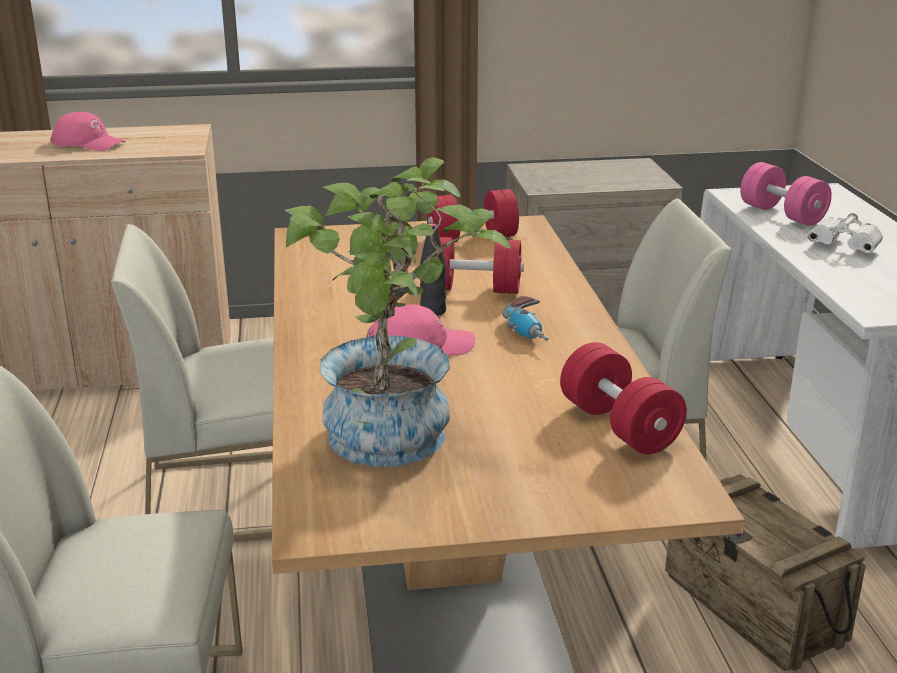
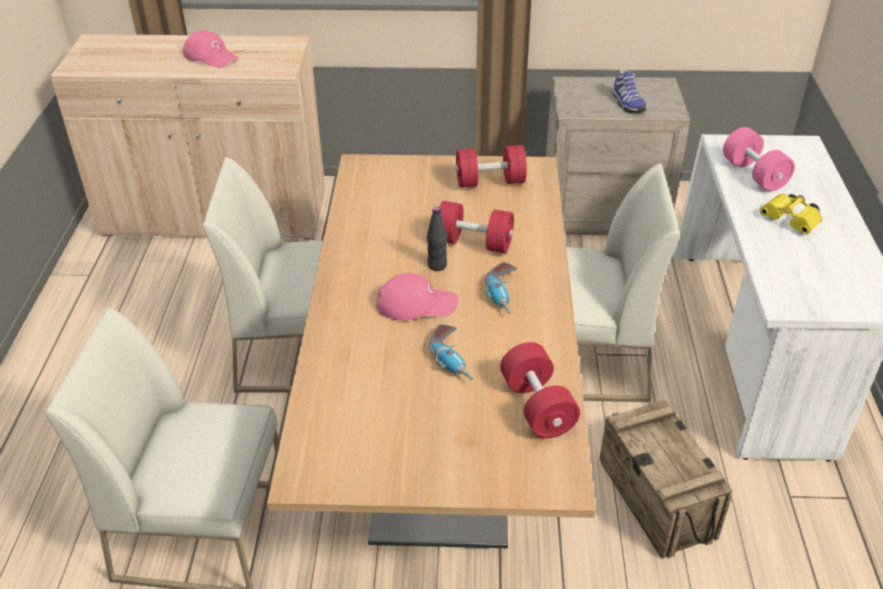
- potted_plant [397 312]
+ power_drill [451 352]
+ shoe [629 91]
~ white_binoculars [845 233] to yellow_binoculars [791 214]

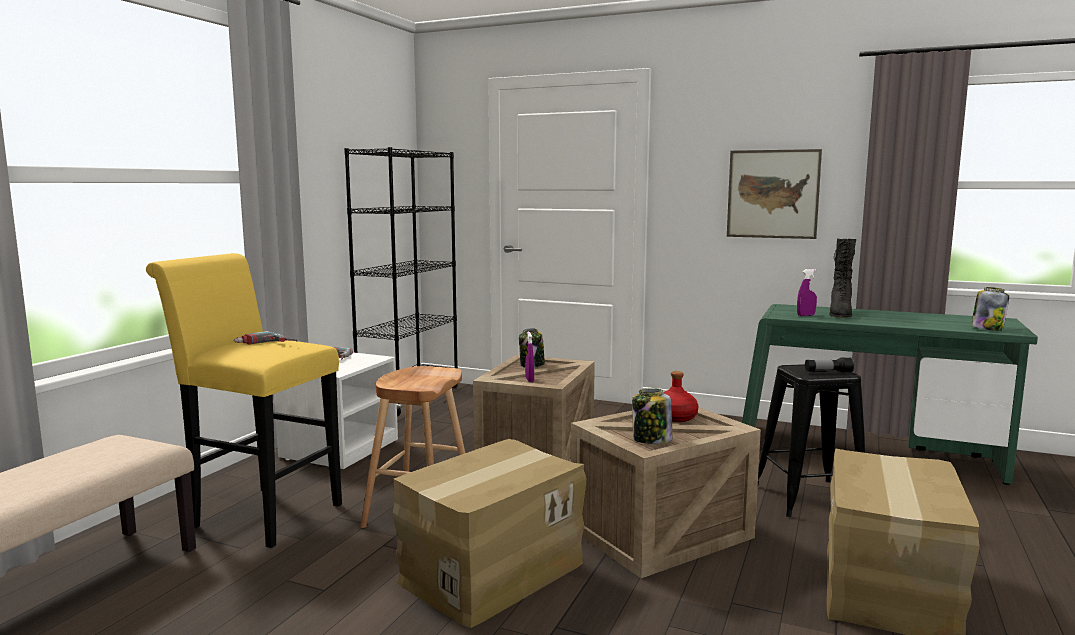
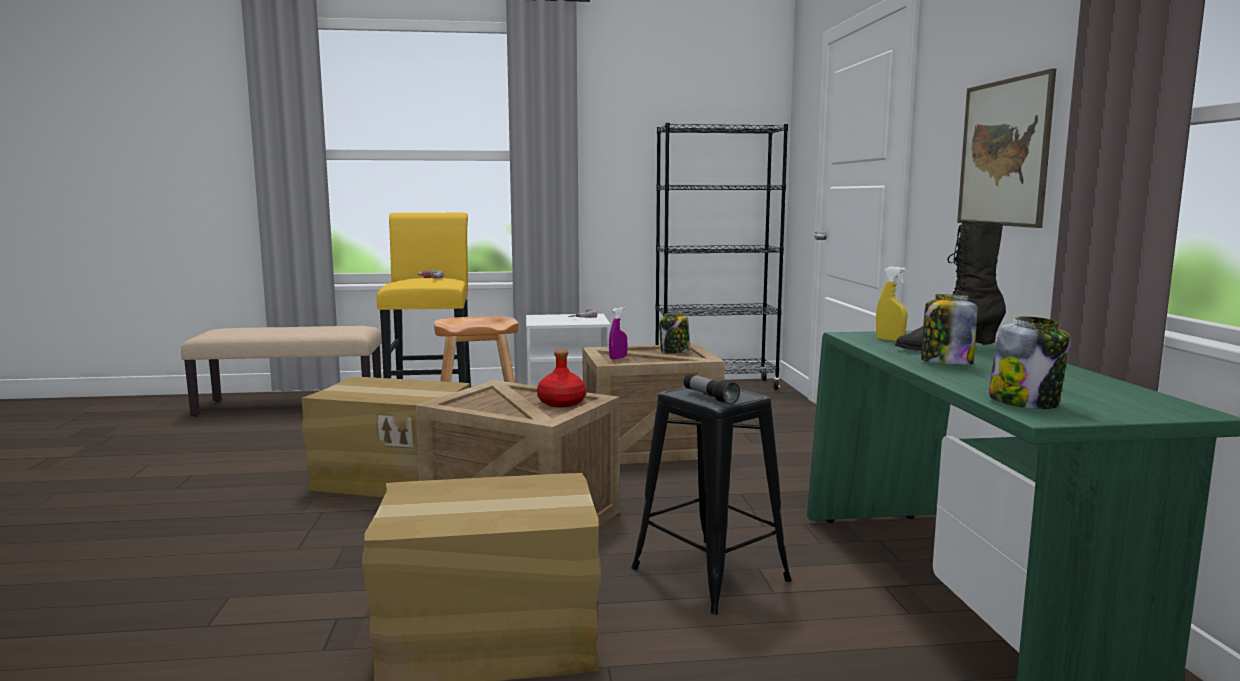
~ jar [652 416] to [949 329]
~ purple_spray_bottle [807 292] to yellow_spray_bottle [891 304]

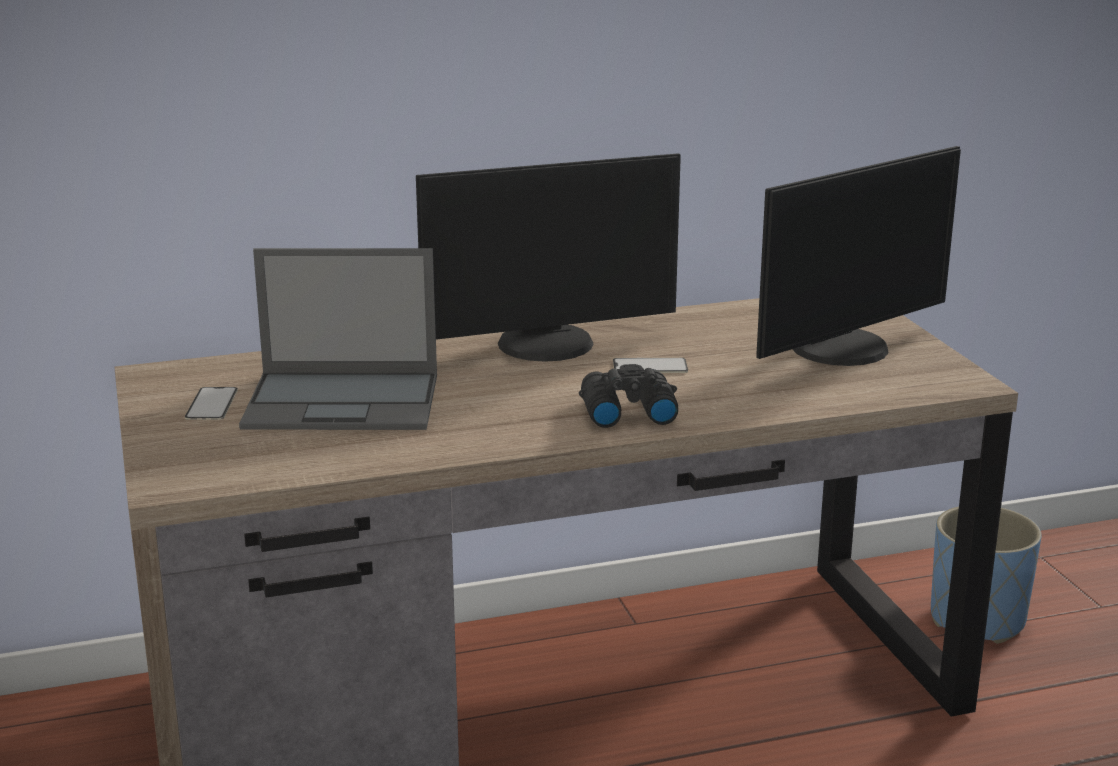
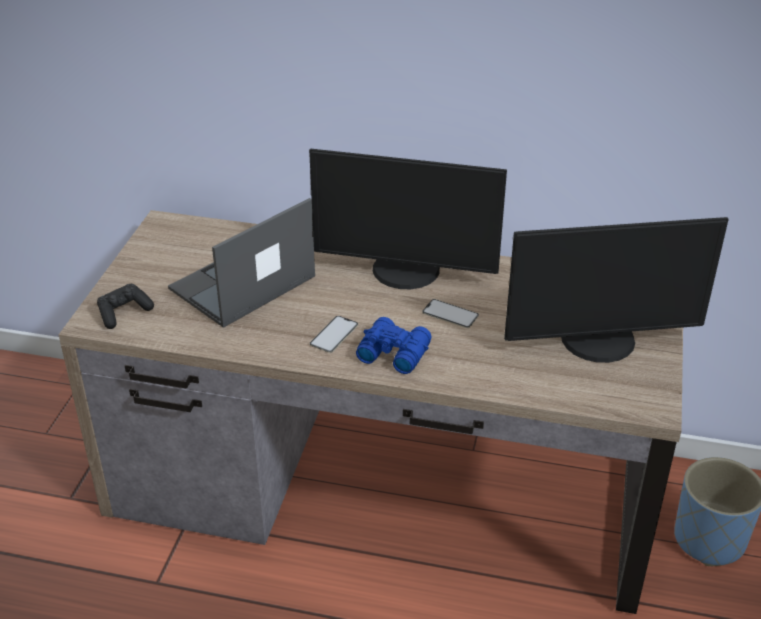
+ black_game_controller [125 306]
~ phone [211 403] to [334 334]
~ black_binoculars [628 396] to blue_binoculars [394 345]
~ laptop [338 339] = [241 263] 105 degrees clockwise

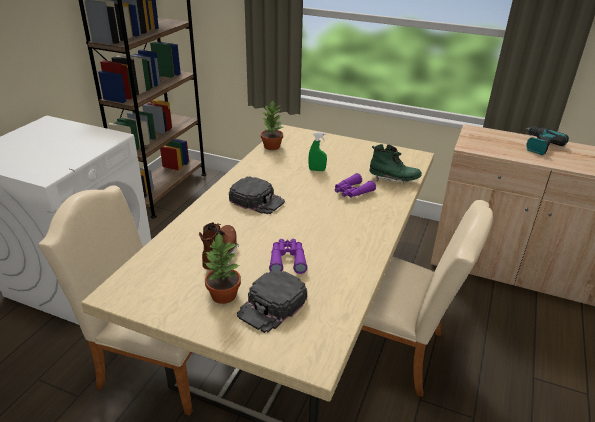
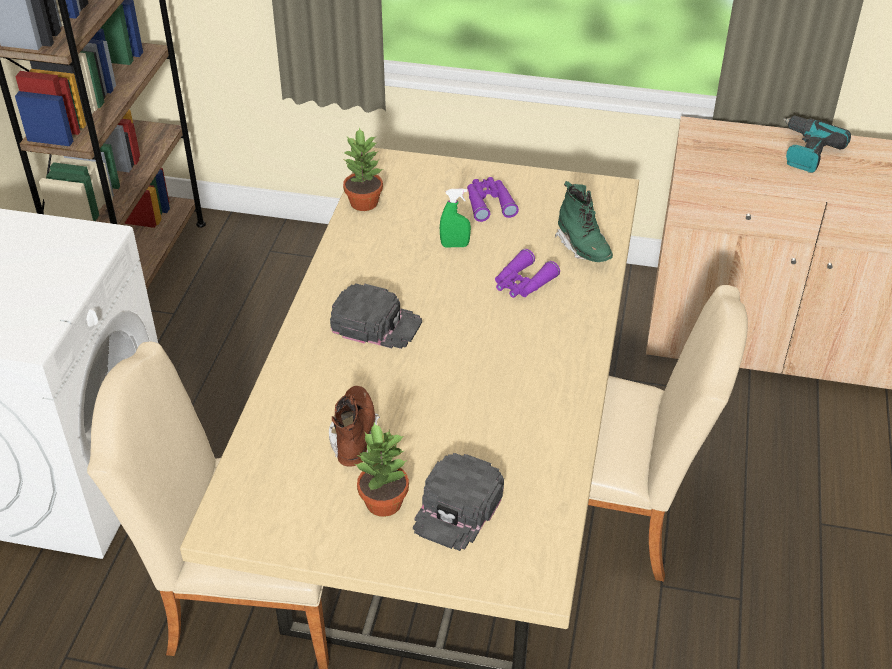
~ purple_binoculars [288 256] to [493 199]
~ green_boot [395 163] = [583 221] 60 degrees clockwise

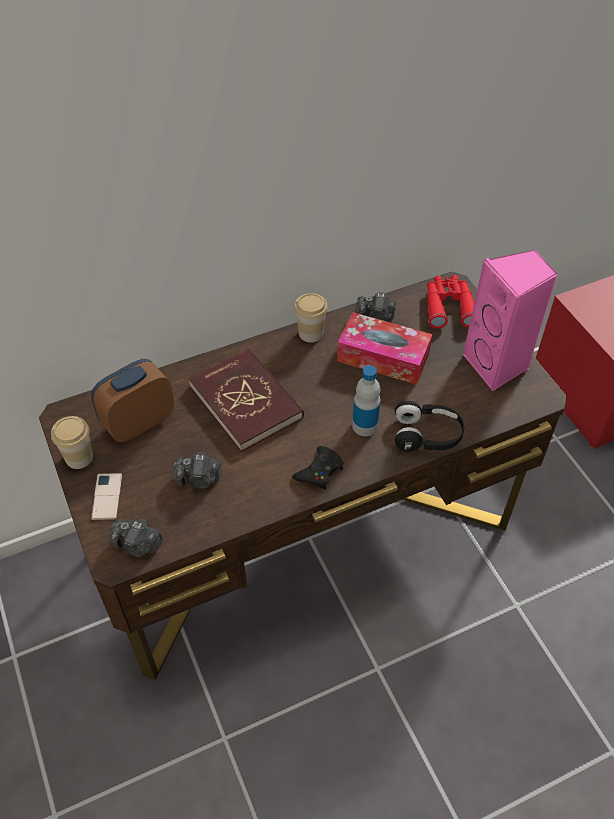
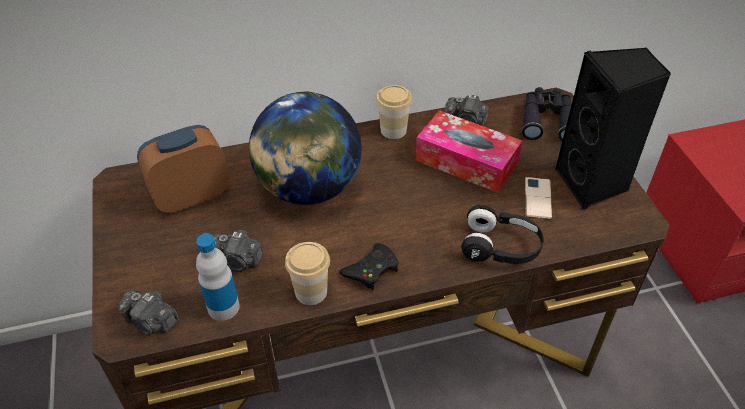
~ cup [72 442] to [307 273]
~ phone [106 496] to [538 198]
~ bottle [366 400] to [218 277]
~ red_book [246 400] to globe [305 148]
~ red_binoculars [450 302] to black_binoculars [547 114]
~ pink_speaker [510 320] to black_speaker [613 128]

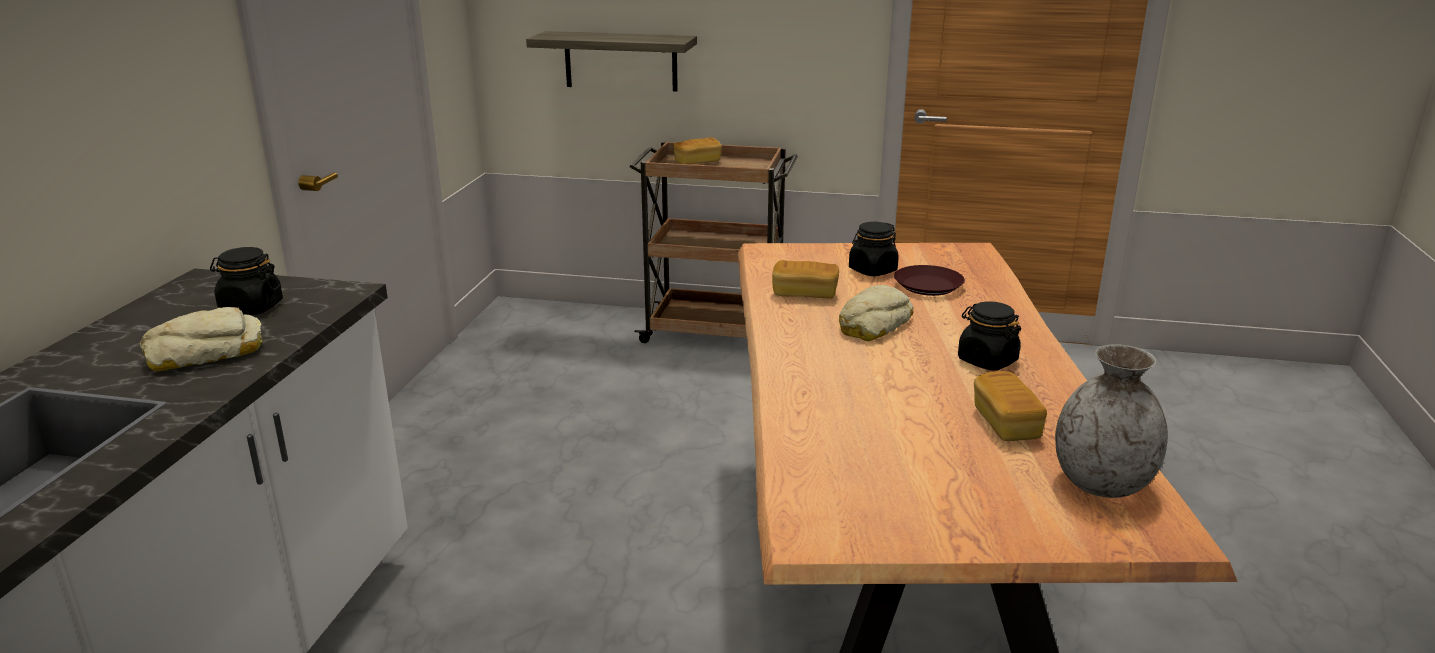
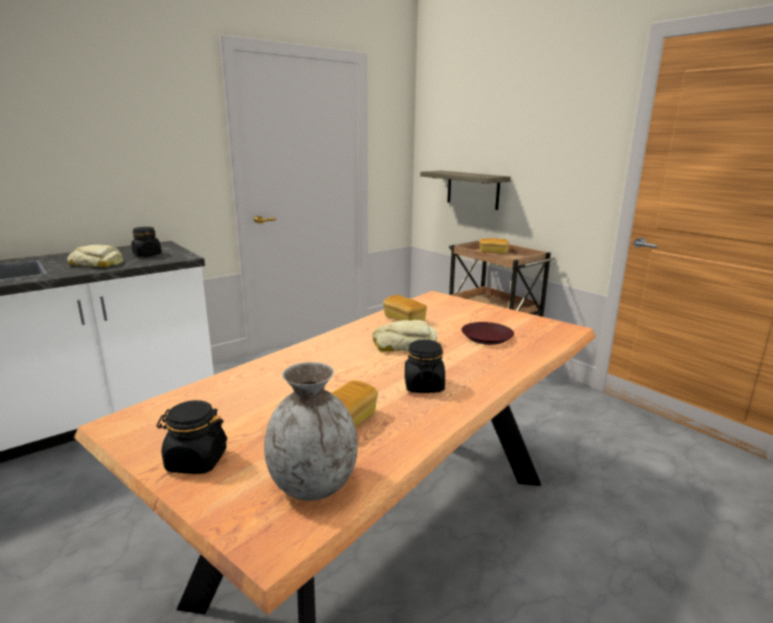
~ black_jar [874 249] to [192 437]

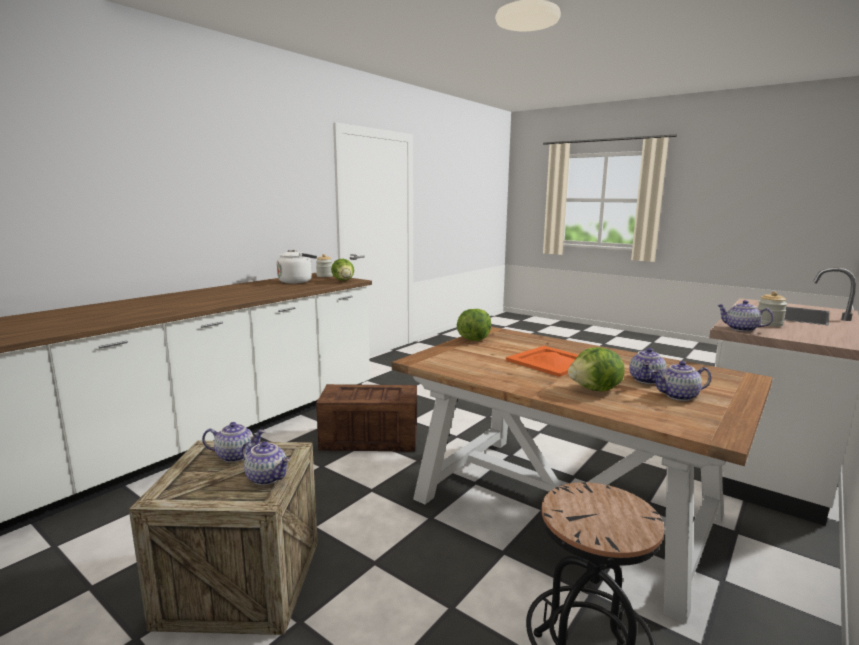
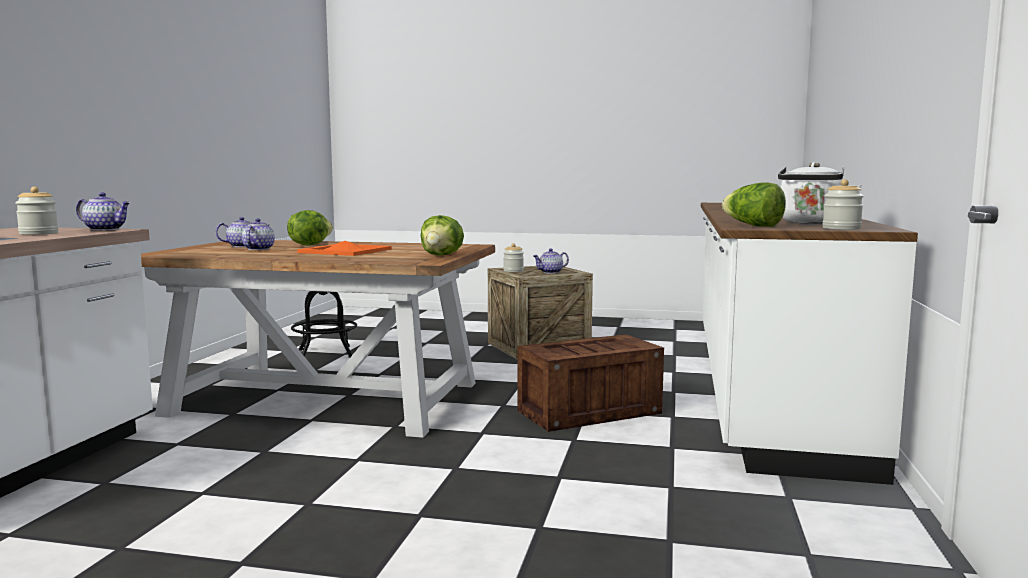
~ teapot [266 463] to jar [513 257]

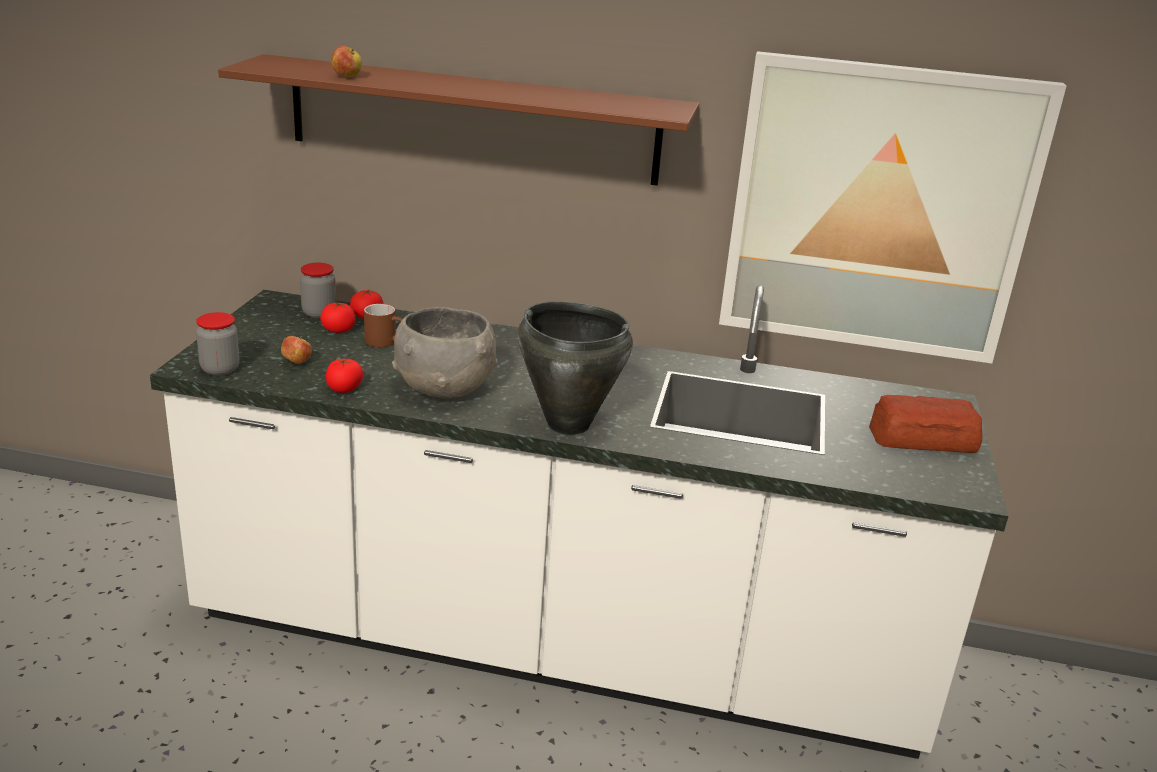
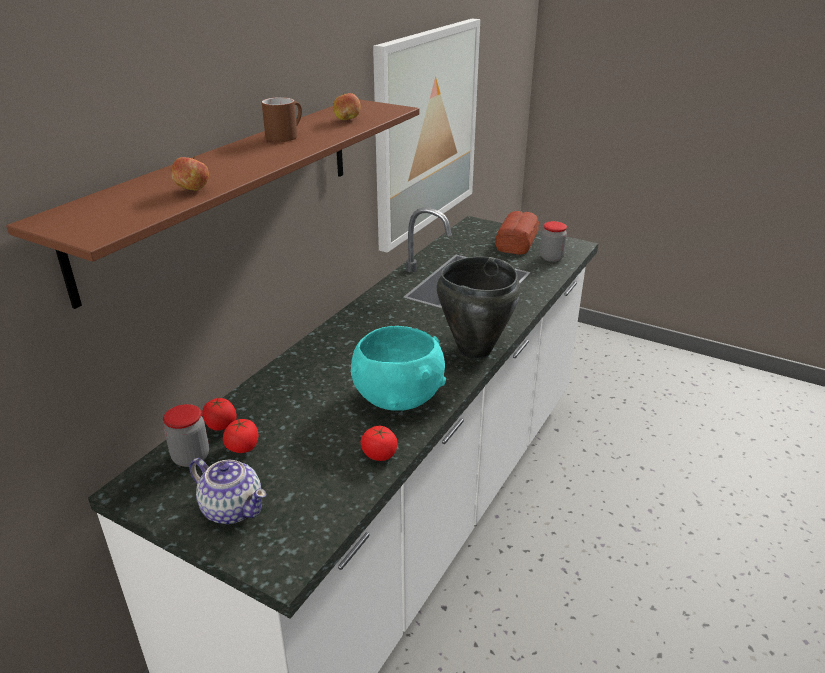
+ teapot [227 491]
~ jar [217 344] to [553 241]
~ apple [296 350] to [347 106]
~ brown_mug [383 325] to [282 119]
~ grey_bowl [444 353] to turquoise_bowl [398 368]

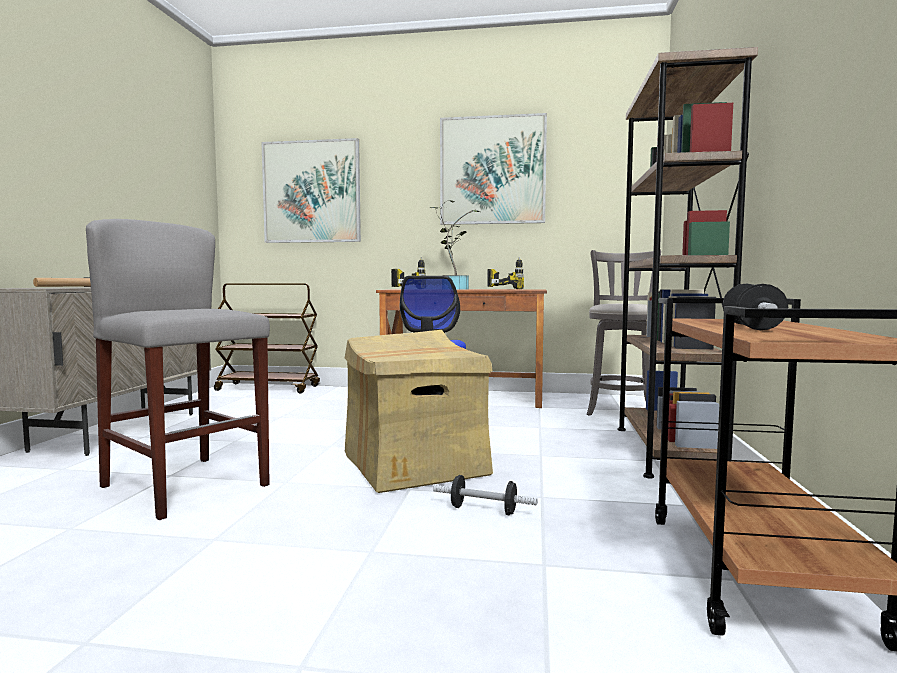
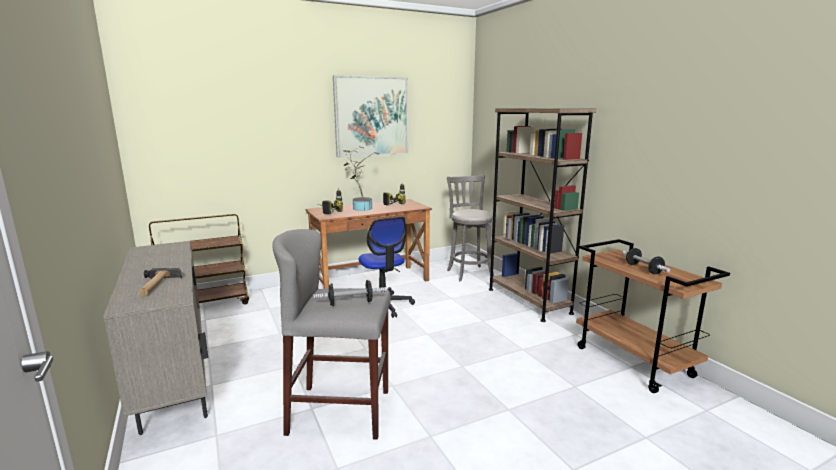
- picture [311 190]
- cardboard_box [419 411]
~ dumbbell [485 495] to [349 293]

